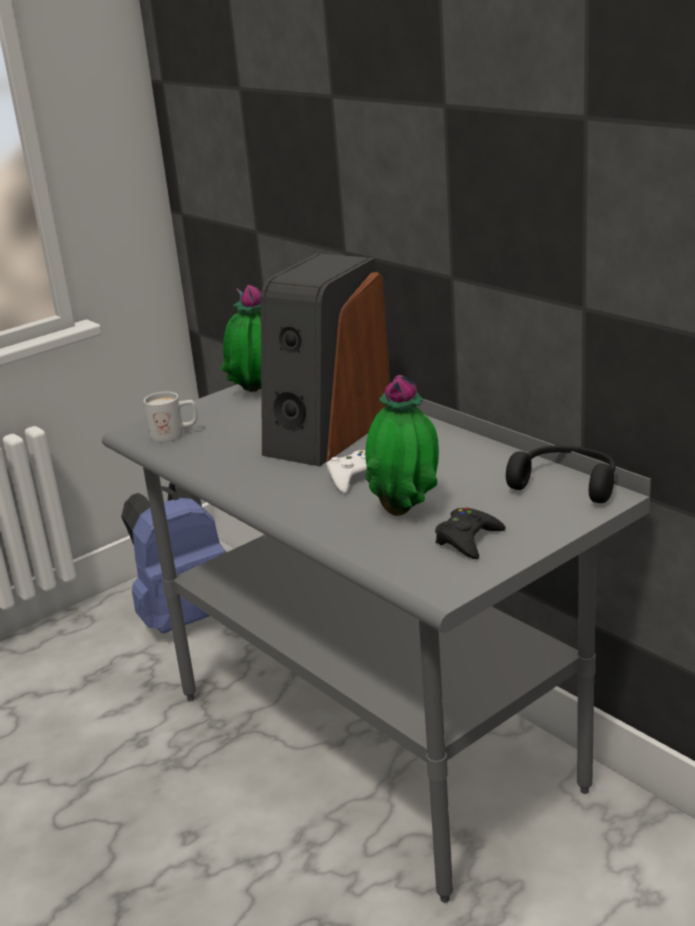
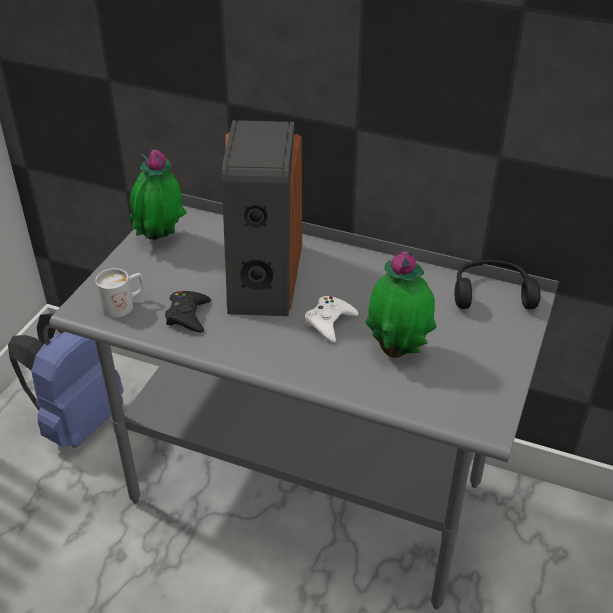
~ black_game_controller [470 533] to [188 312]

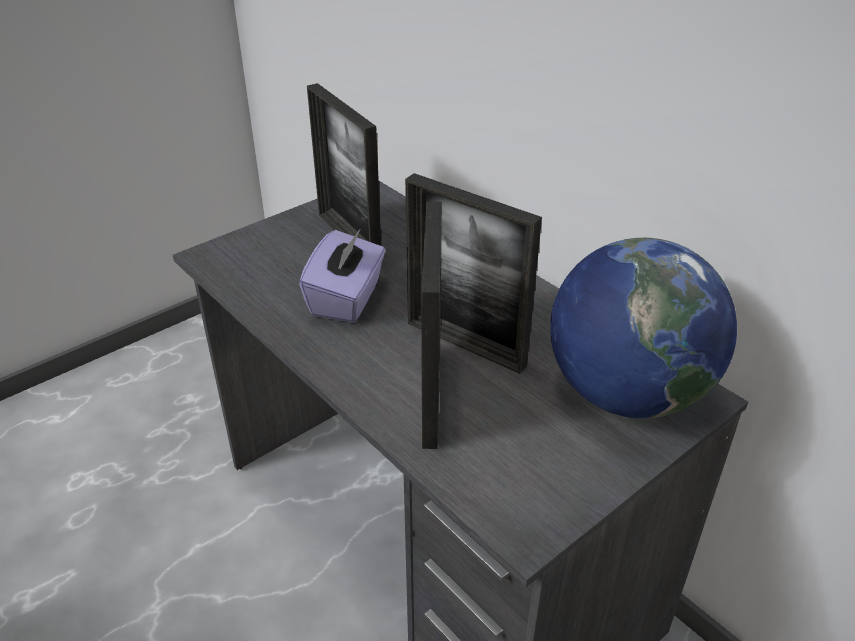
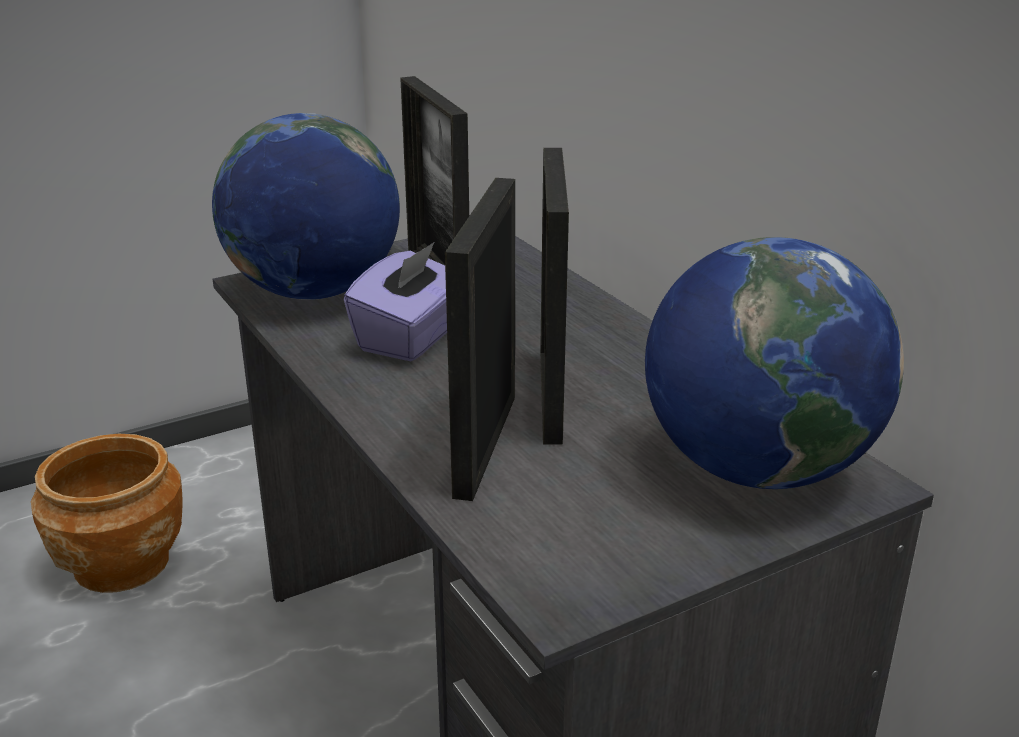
+ brown_planter [107 513]
+ globe [306 206]
~ picture_frame [473 273] = [554 296] 45 degrees clockwise

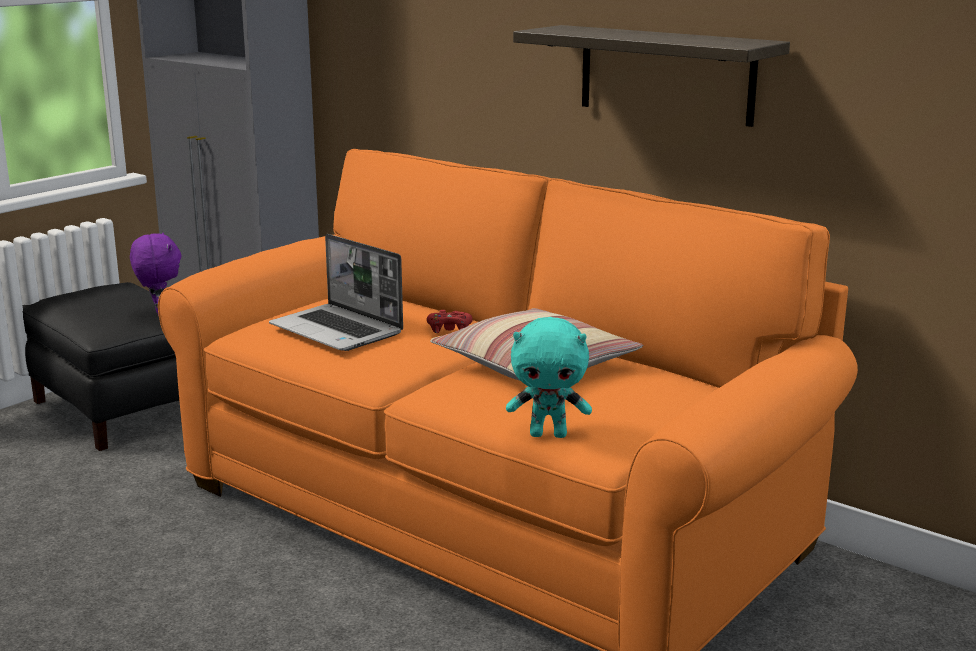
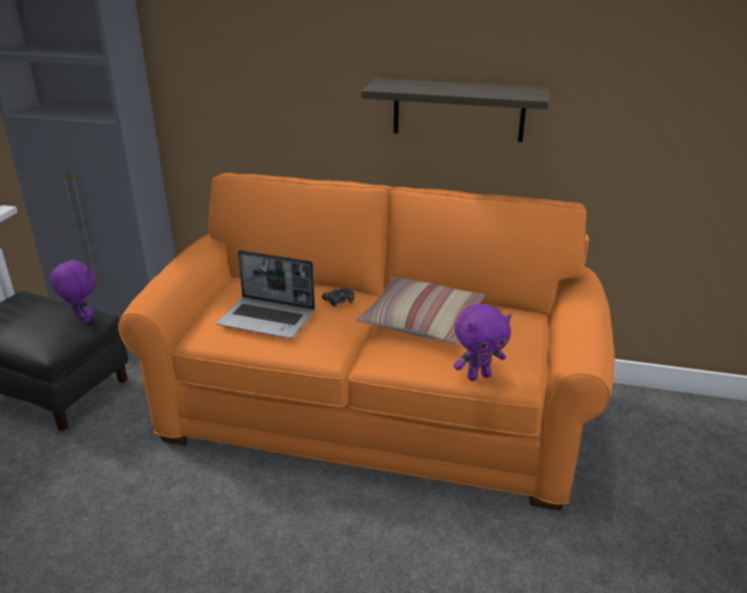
~ red_game_controller [450 321] to black_game_controller [338 297]
~ turquoise_plush_toy [549 377] to purple_plush_toy [483 342]

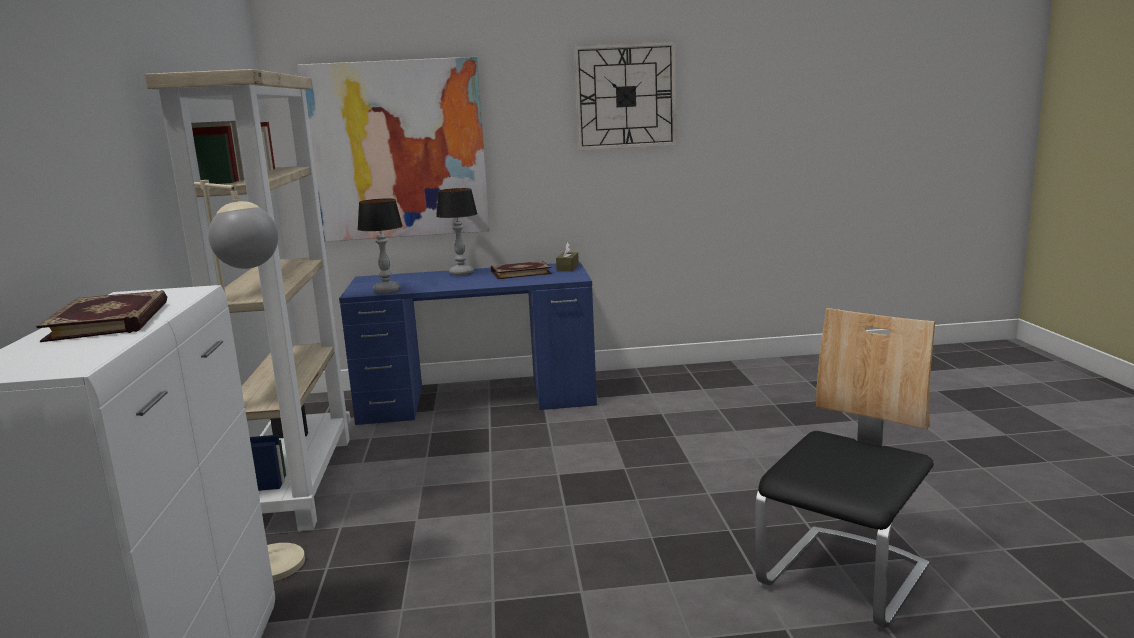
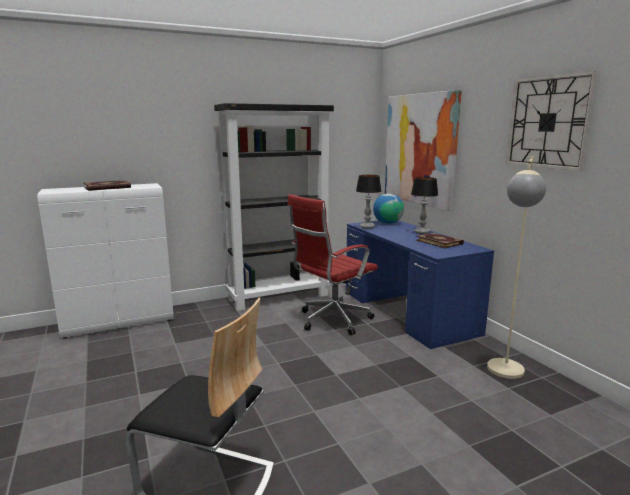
- brown_tissue_box [567 256]
+ red_office_chair [333 264]
+ globe [388 209]
~ beige_floor_lamp [249 381] to [516 268]
~ beige_bookcase [248 300] to black_bookcase [274 207]

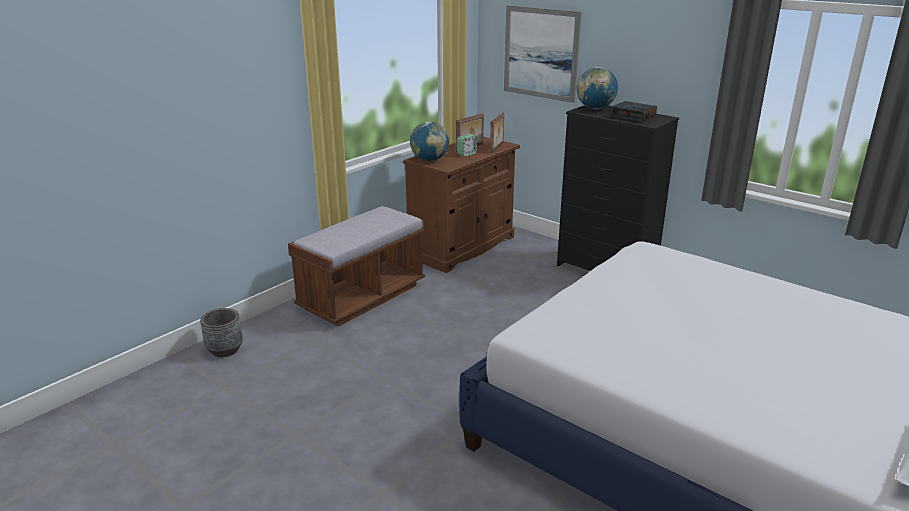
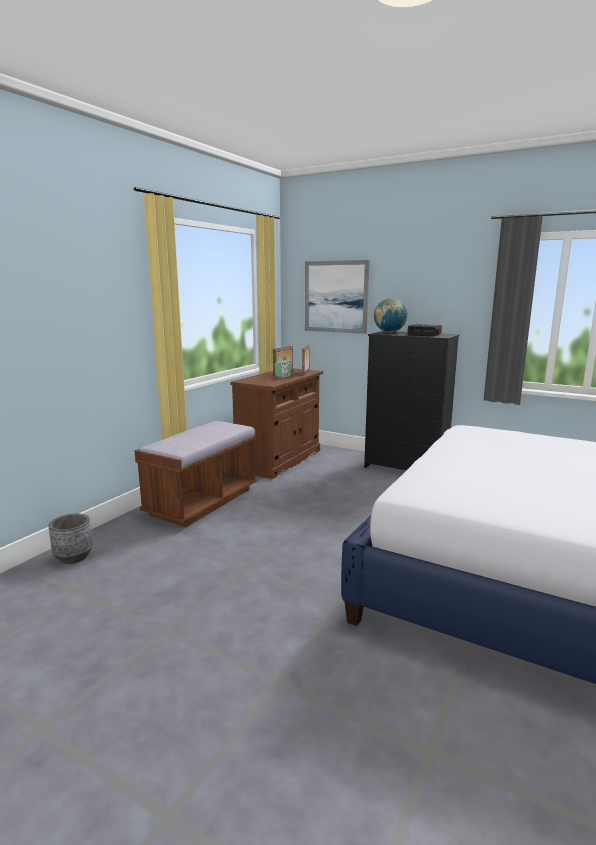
- globe [429 141]

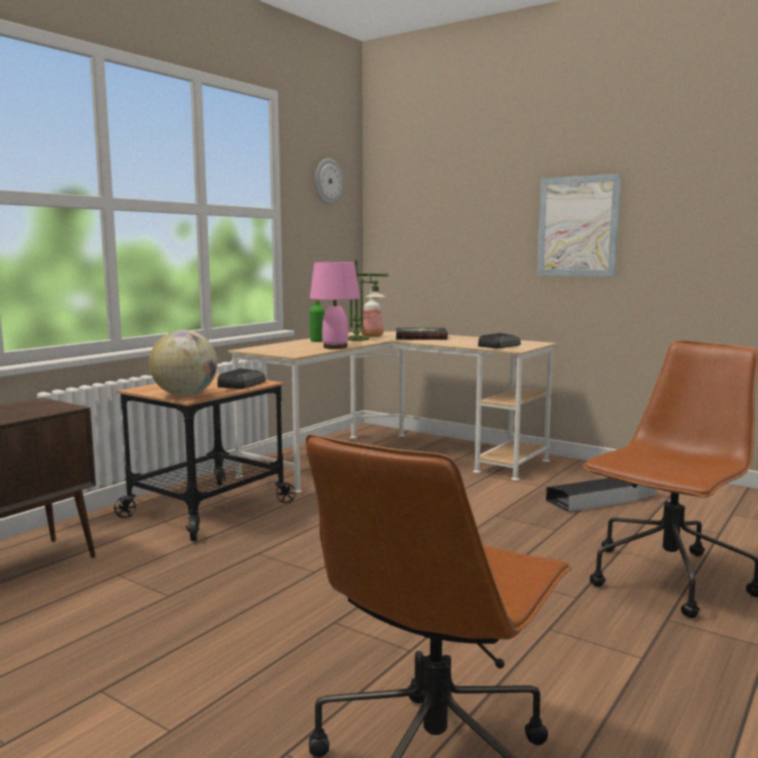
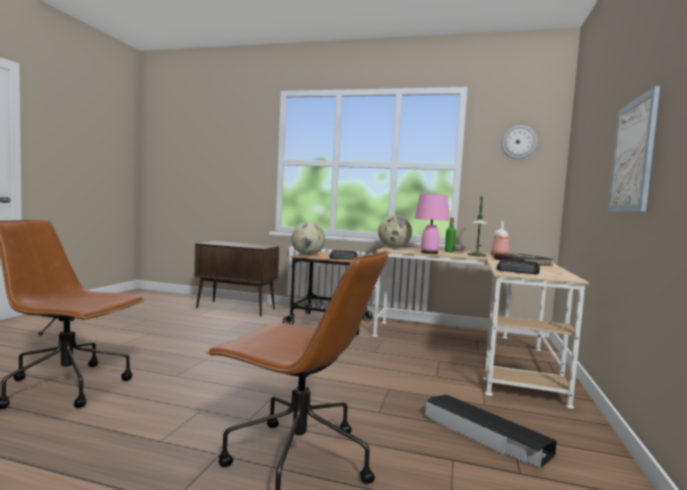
+ globe [395 231]

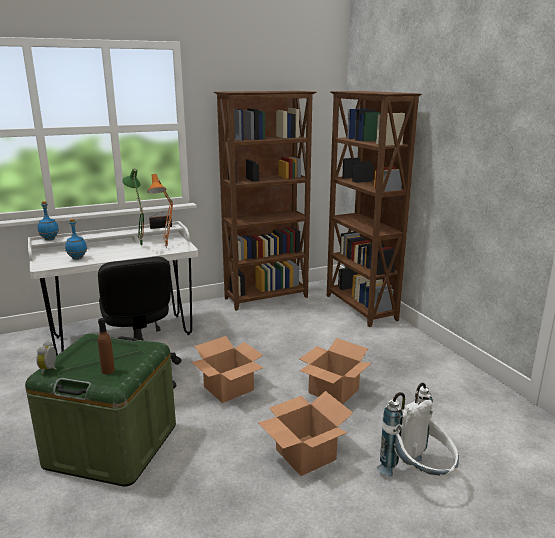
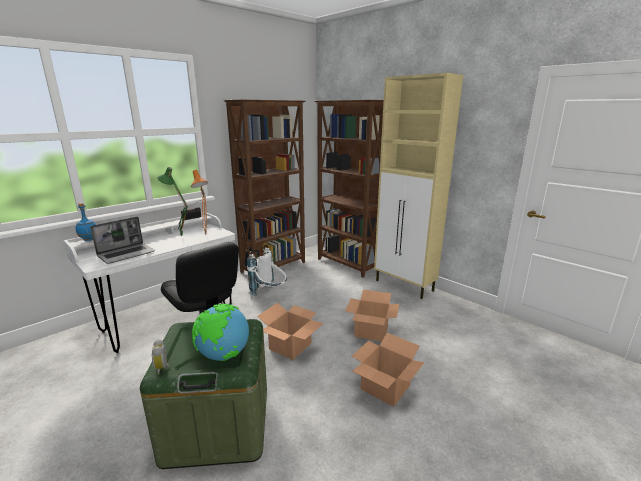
+ beige_cabinet [418 186]
~ white_backpack [418 430] to [267 270]
~ blue_bottle [76 239] to laptop [122 240]
~ brown_bottle [106 346] to globe [220 332]

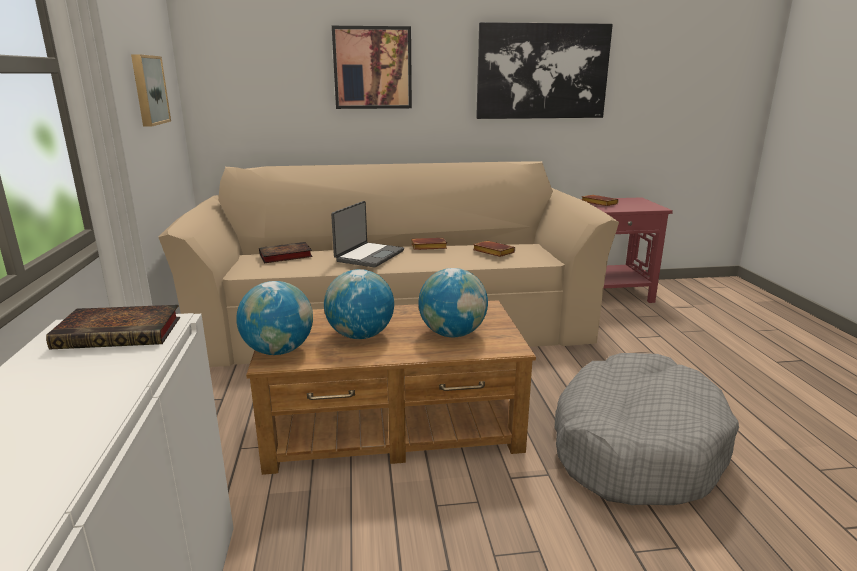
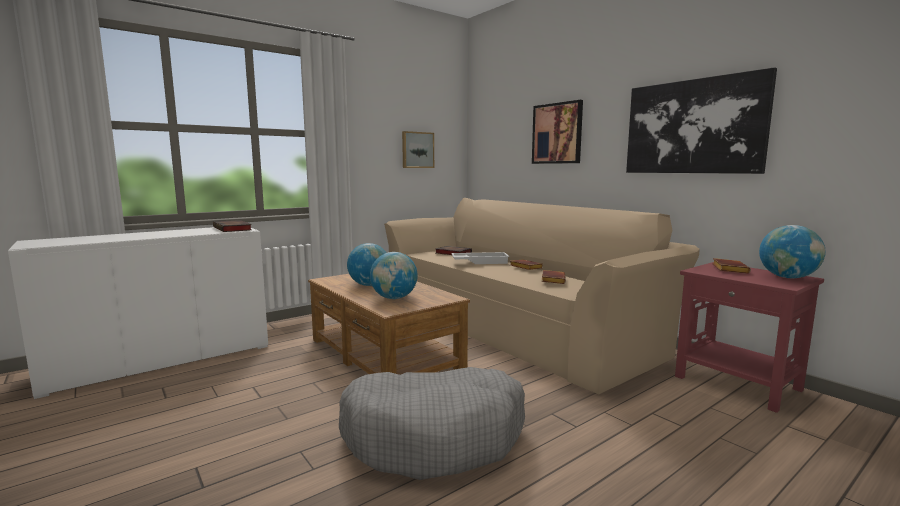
~ globe [274 318] to [792 251]
~ laptop [367 234] to white_tray [480 258]

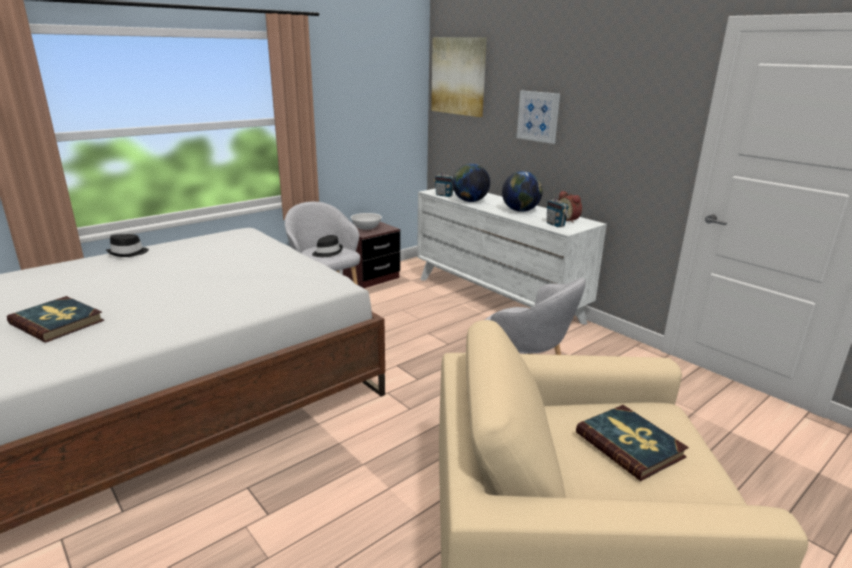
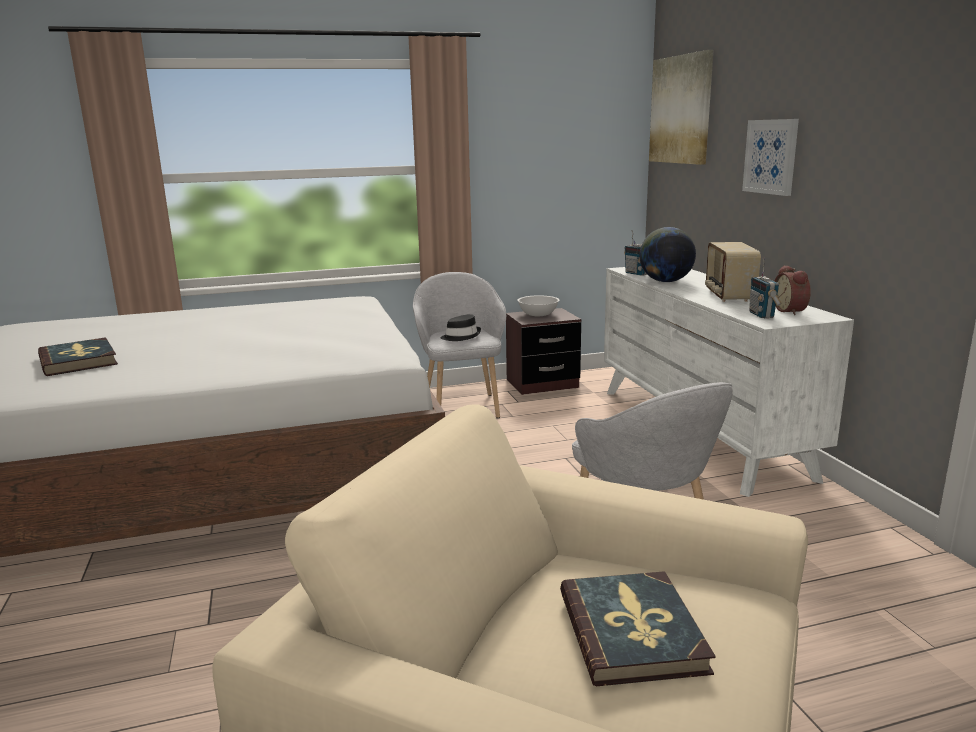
- black_hat [127 245]
~ globe [522 191] to radio [733 272]

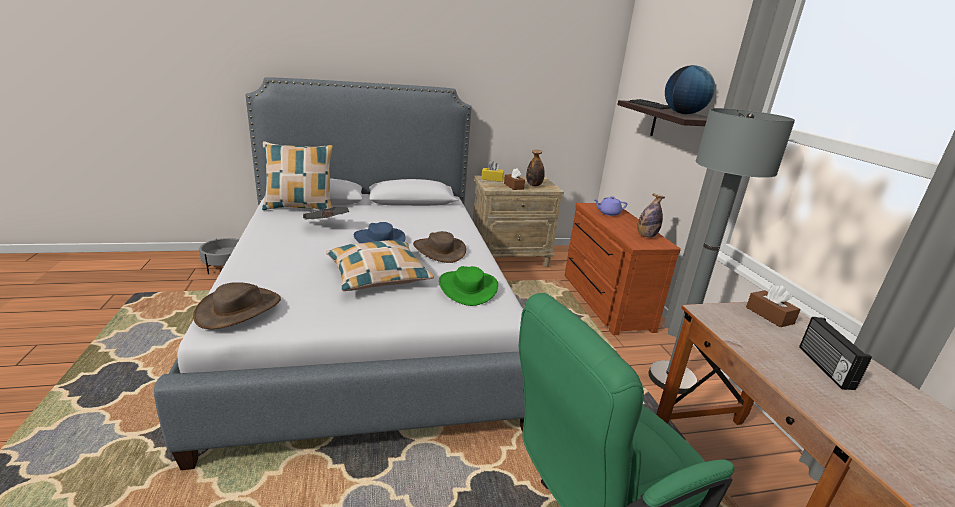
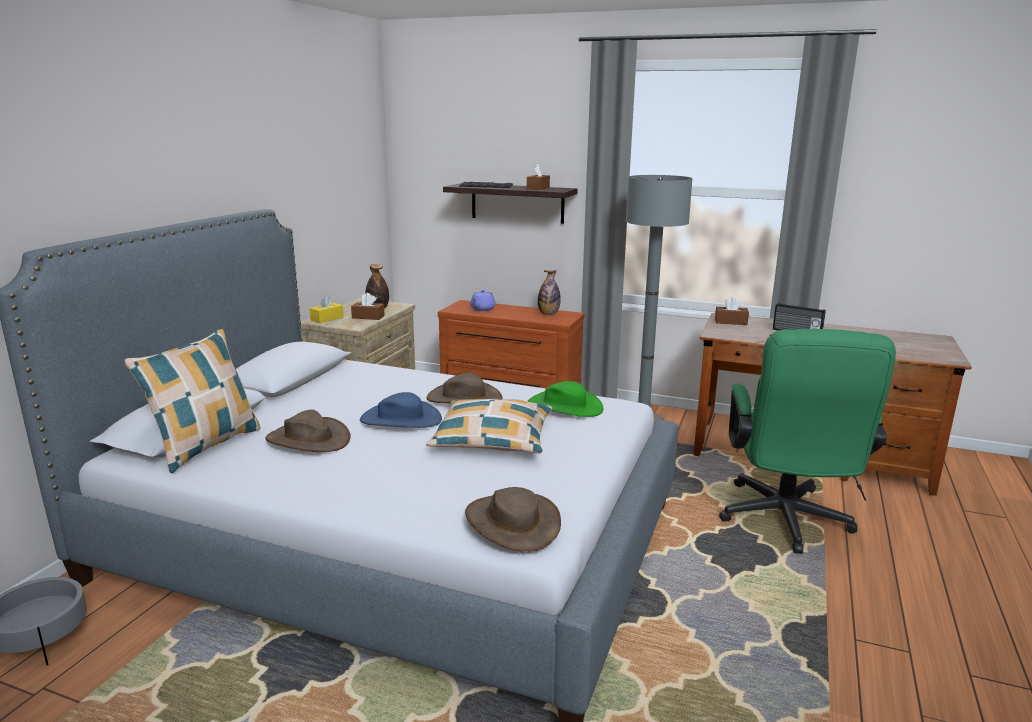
~ newspaper [326 213] to brown_hat [308 431]
~ globe [690 89] to brown_tissue_box [538 177]

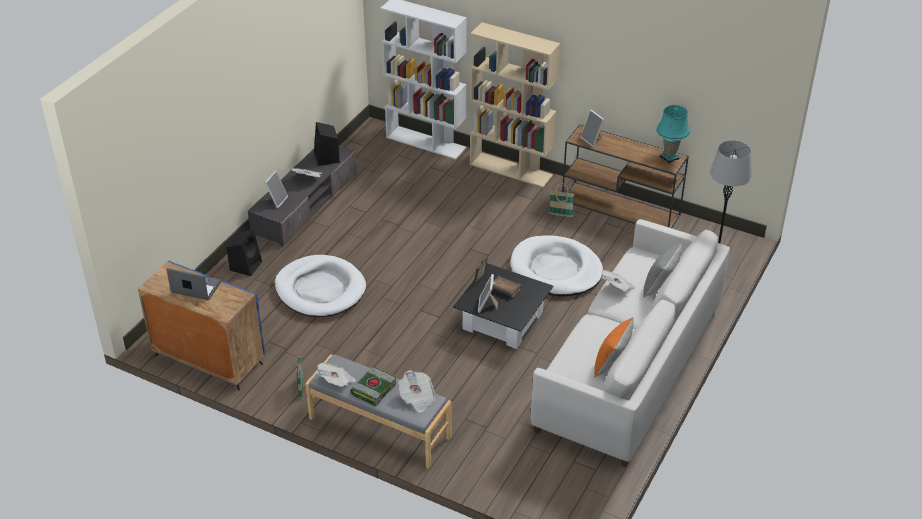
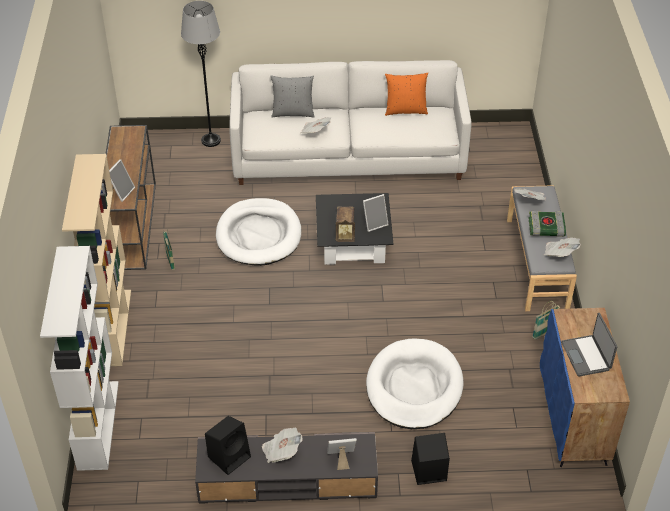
- turquoise_table_lamp [673 134]

